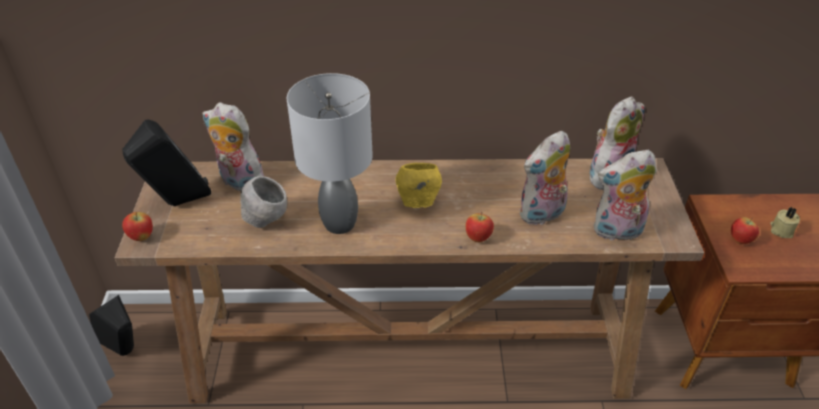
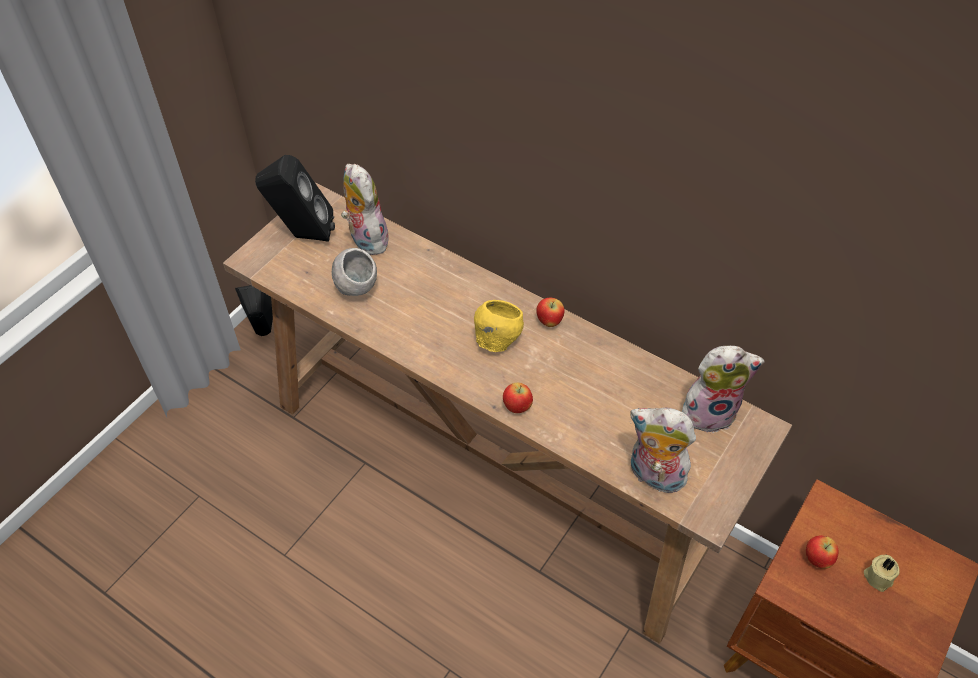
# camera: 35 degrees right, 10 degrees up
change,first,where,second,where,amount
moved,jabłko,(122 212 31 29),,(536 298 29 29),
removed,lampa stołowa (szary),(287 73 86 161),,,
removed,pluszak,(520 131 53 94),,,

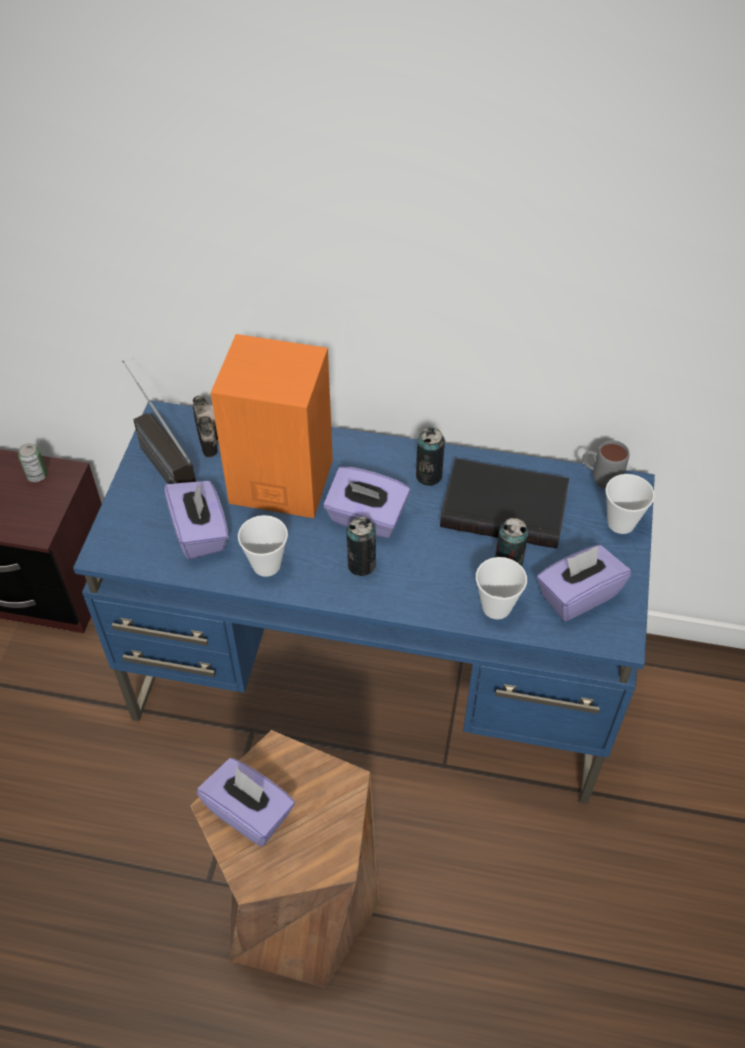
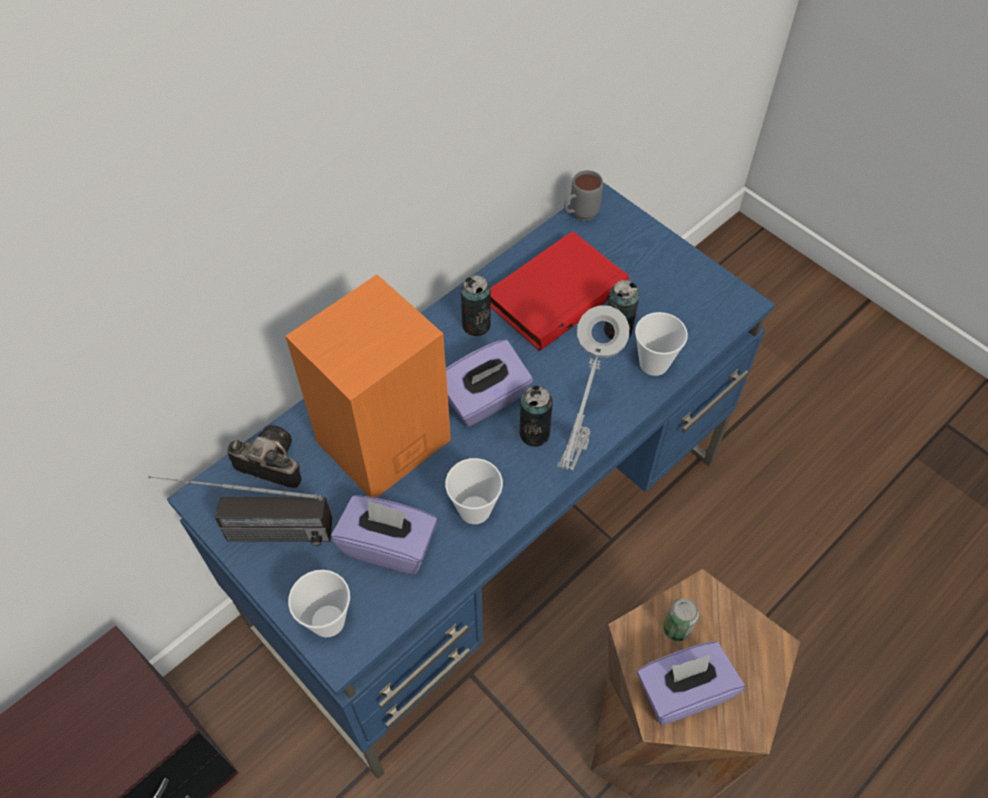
# camera: 55 degrees left, 5 degrees up
change,first,where,second,where,amount
moved,filiżanka,(606 474 49 60),,(288 570 62 67),
recoloured,książka (czarny),(440 458 129 90),książka (czerwony),(490 231 139 120),
added,,,lampa stołowa (szary),(557 305 72 165),
moved,puszka,(18 443 29 39),,(663 598 36 43),
removed,pudełko chusteczek (fioletowy),(537 545 94 76),,,

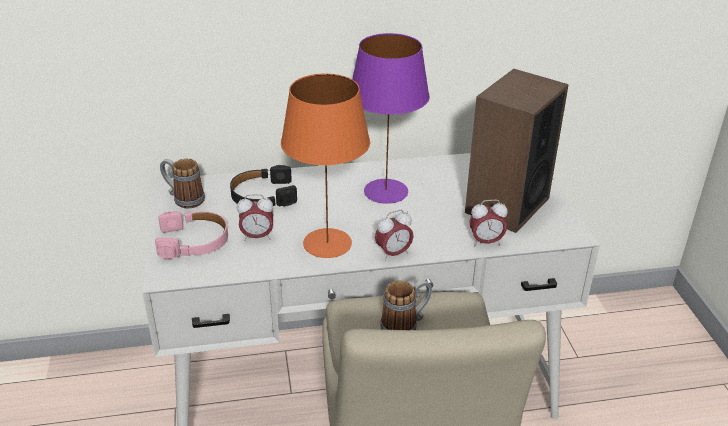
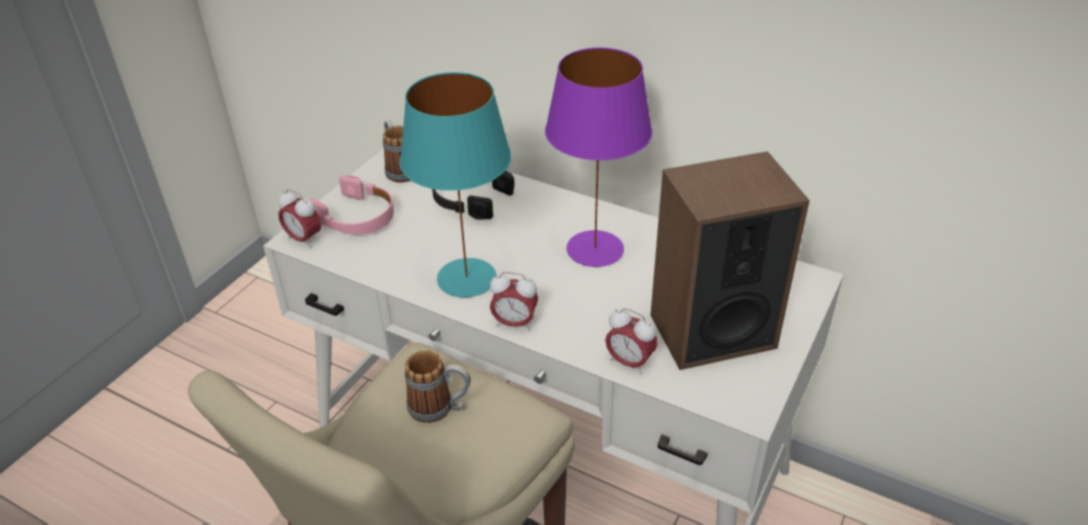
# camera: 40 degrees right, 5 degrees up
change,first,where,second,where,amount
moved,budzik,(237 194 36 47),,(278 189 43 59),
recoloured,lampa stołowa (pomarańczowy),(281 74 89 184),lampa stołowa (turkusowy),(400 72 111 225),

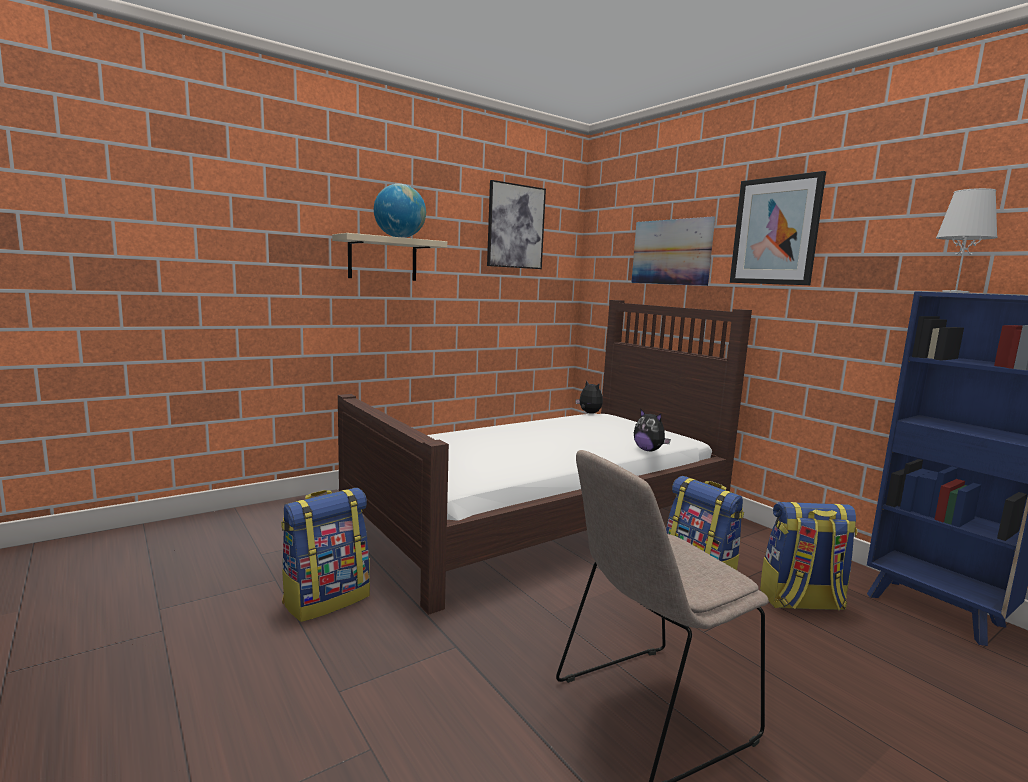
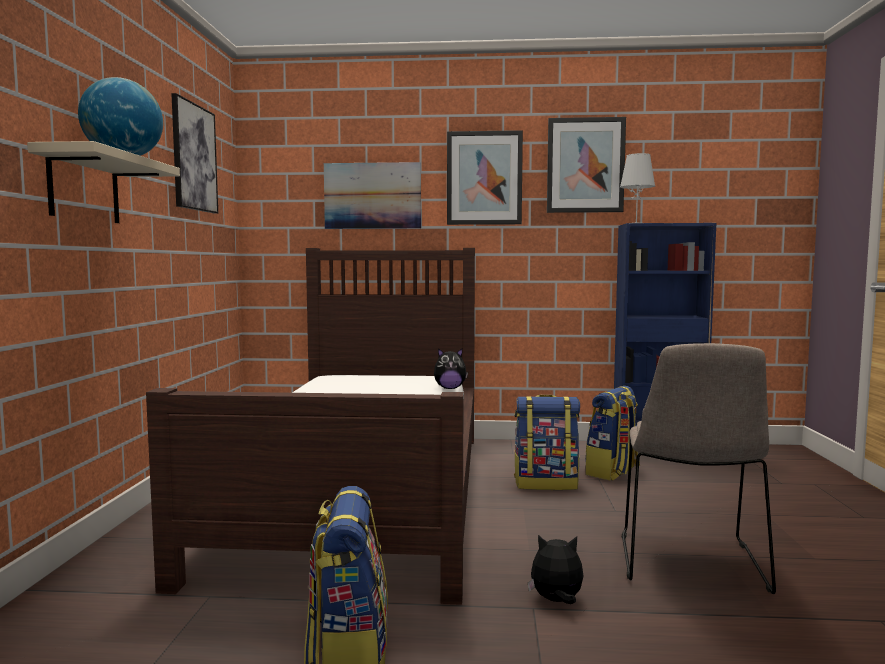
# camera: 50 degrees left, 5 degrees down
change,first,where,second,where,amount
moved,pluszak,(575 380 28 34),,(528 535 55 69),
added,,,obraz,(547 117 79 96),

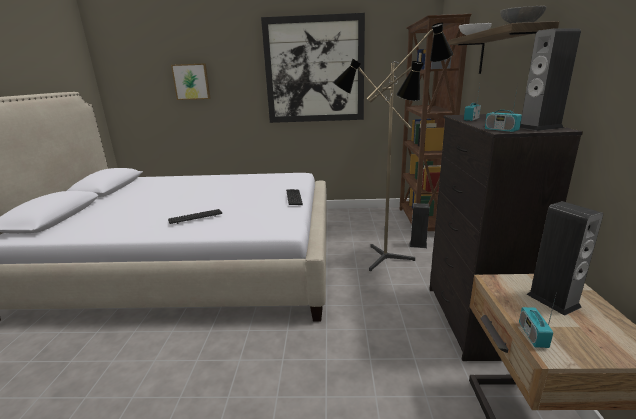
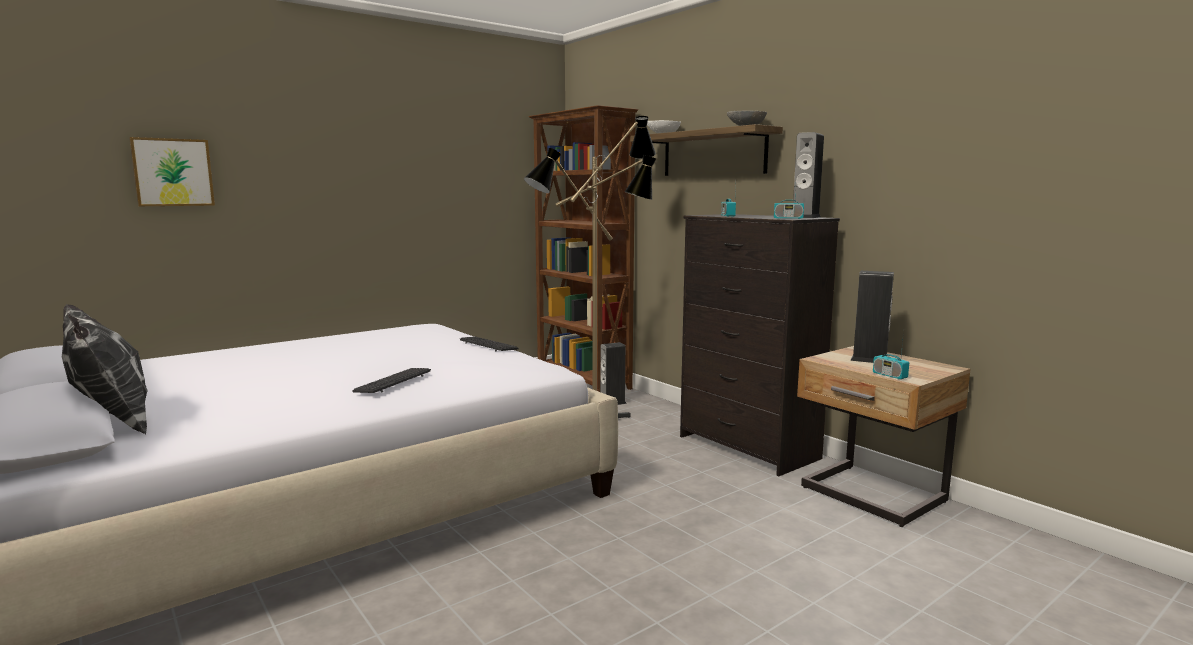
# camera: 40 degrees left, 10 degrees down
change,first,where,second,where,amount
added,,,poduszka,(62 304 86 130),
removed,obraz,(261 13 104 110),,,

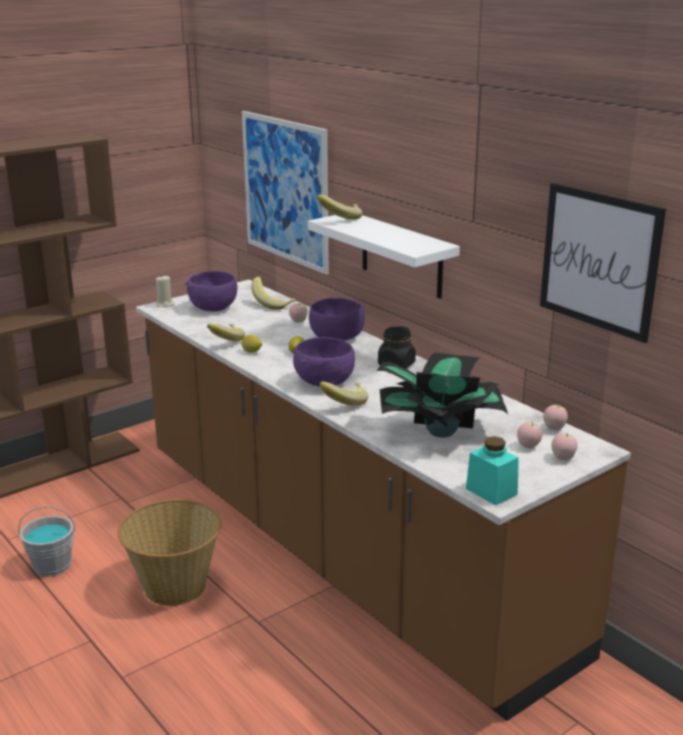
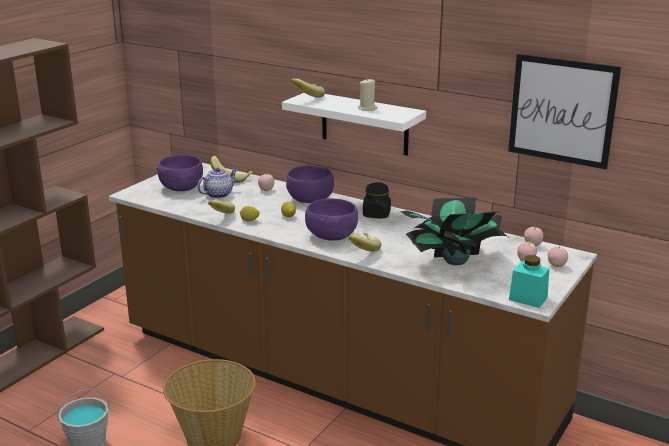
# camera: 20 degrees left, 0 degrees up
change,first,where,second,where,amount
added,,,imbryk,(197 168 40 30),
moved,świeca (beżowy),(156 276 19 31),,(358 79 20 32),
removed,obraz,(242 111 87 164),,,

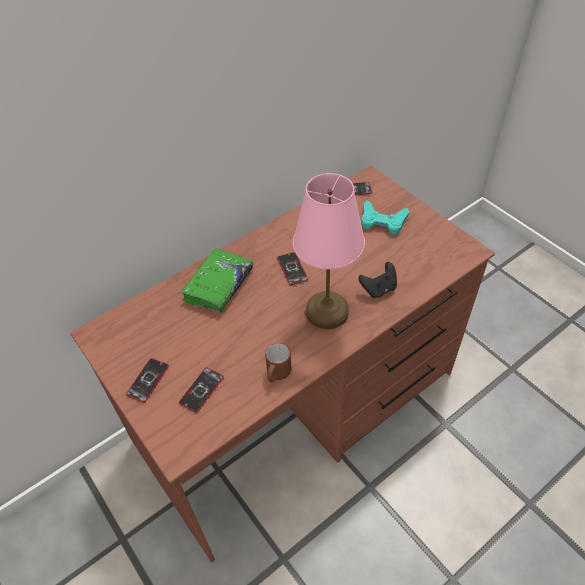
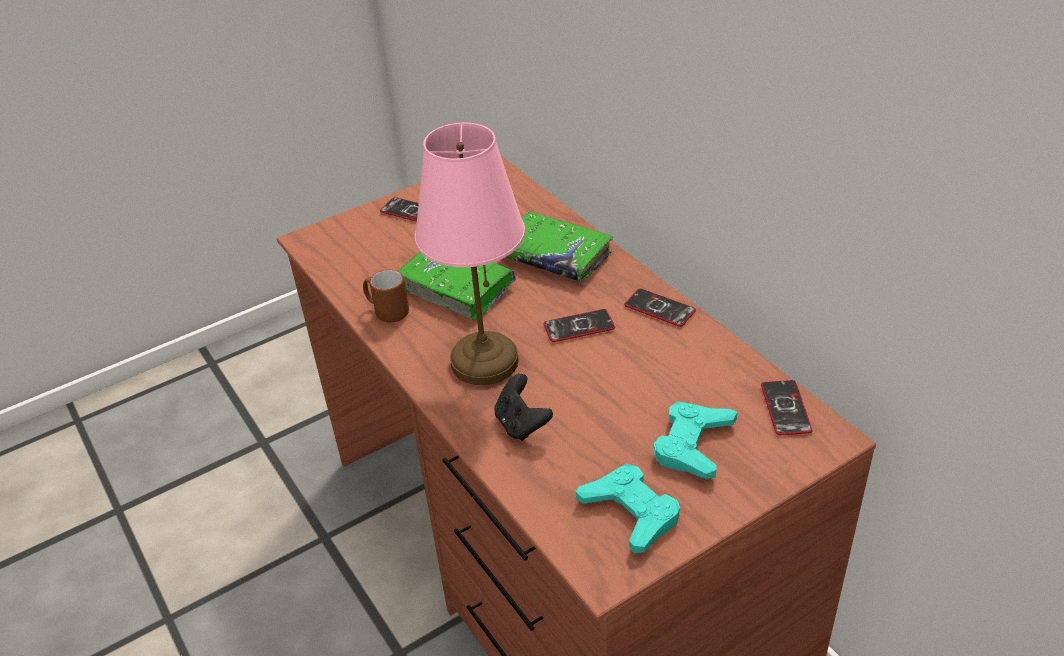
# camera: 95 degrees right, 10 degrees down
change,first,where,second,where,amount
added,,,książka (zielony),(398 253 118 67),
added,,,pad do gier (turkusowy),(575 464 105 89),
moved,telefon,(179 368 45 45),,(624 289 72 38),

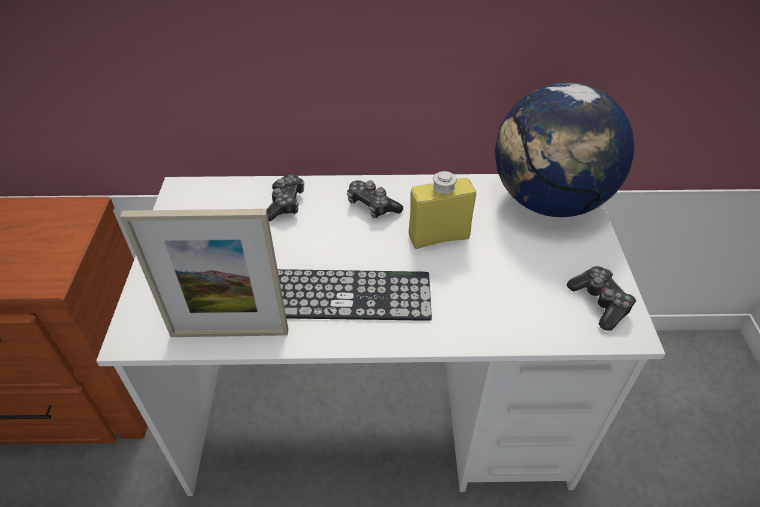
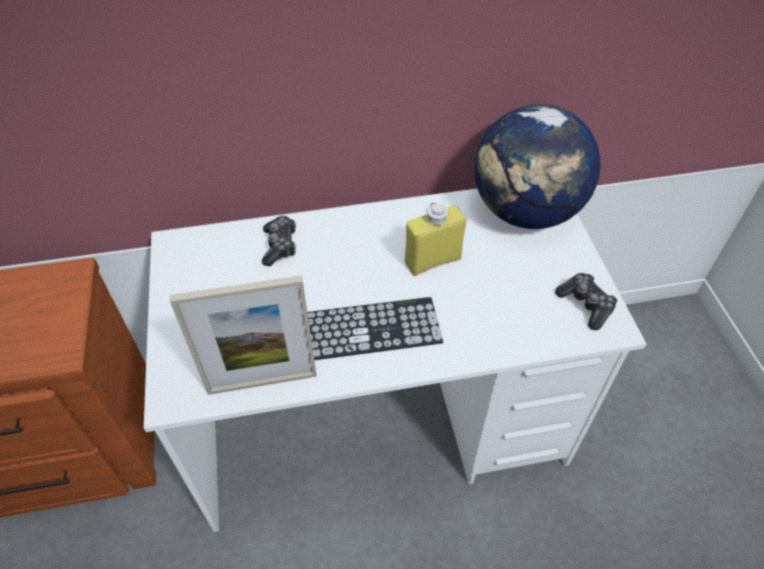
# camera: 10 degrees left, 5 degrees up
change,first,where,second,where,amount
removed,pad do gier,(347 180 56 38),,,

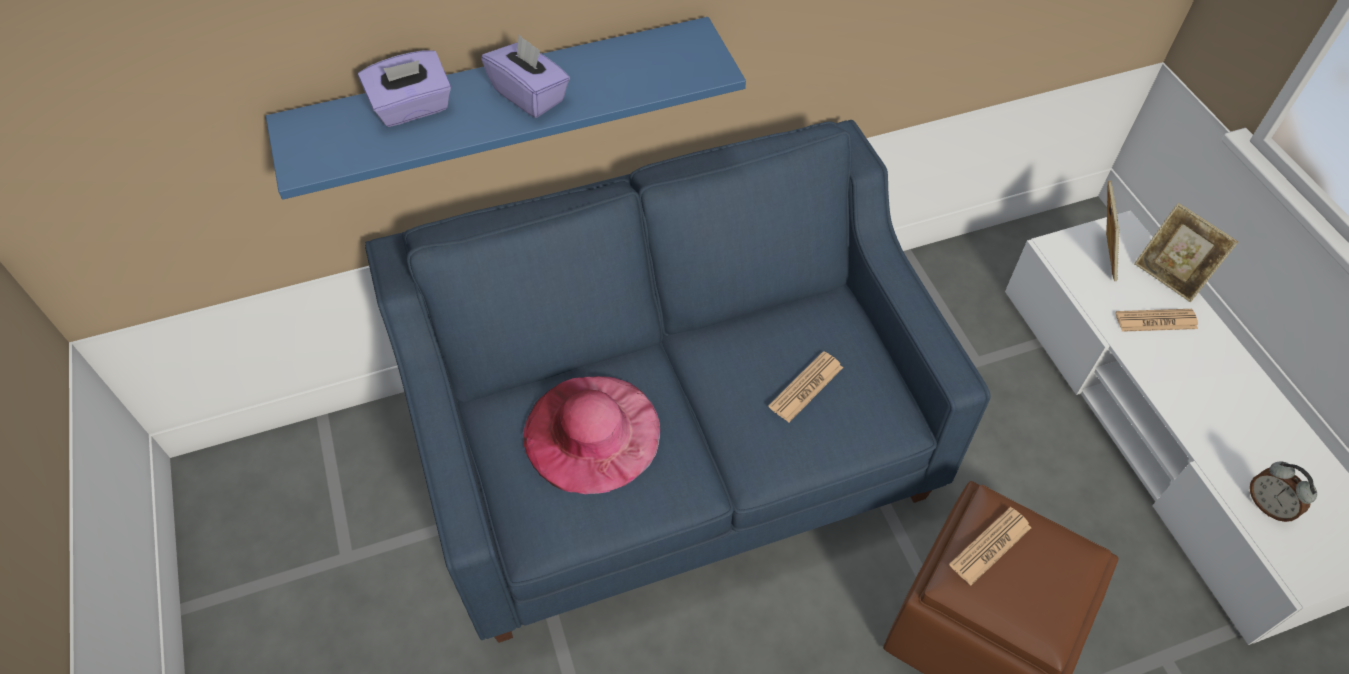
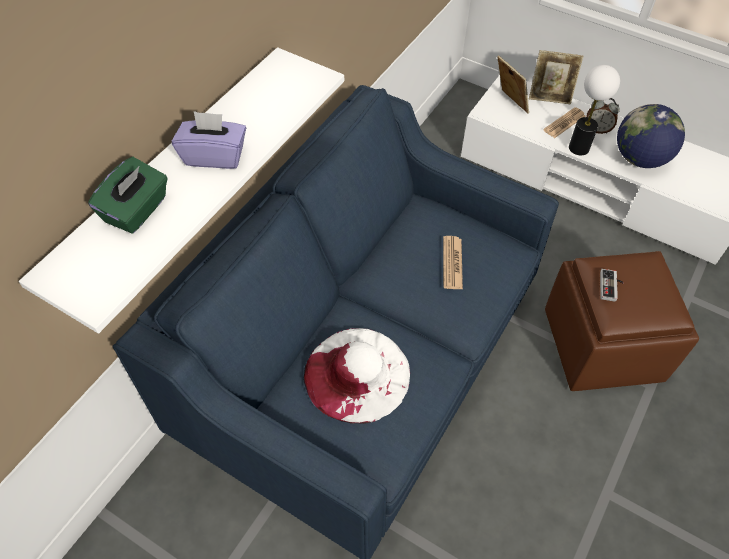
# camera: 40 degrees left, 0 degrees up
change,first,where,second,where,amount
recoloured,półka (niebieski),(266 17 480 183),półka (biały),(19 47 325 287),
recoloured,pudełko chusteczek (fioletowy),(358 51 93 76),pudełko chusteczek (zielony),(88 157 80 77),
recoloured,kapelusz (różowy),(523 376 137 118),kapelusz (biały),(304 328 106 96),
added,,,lampa stołowa,(569 65 51 90),
moved,budzik,(1250 462 67 60),,(586 98 34 36),
replaced,gazeta,(949 507 82 79),pad do gier,(600 269 24 33),
added,,,globus,(617 104 68 64),

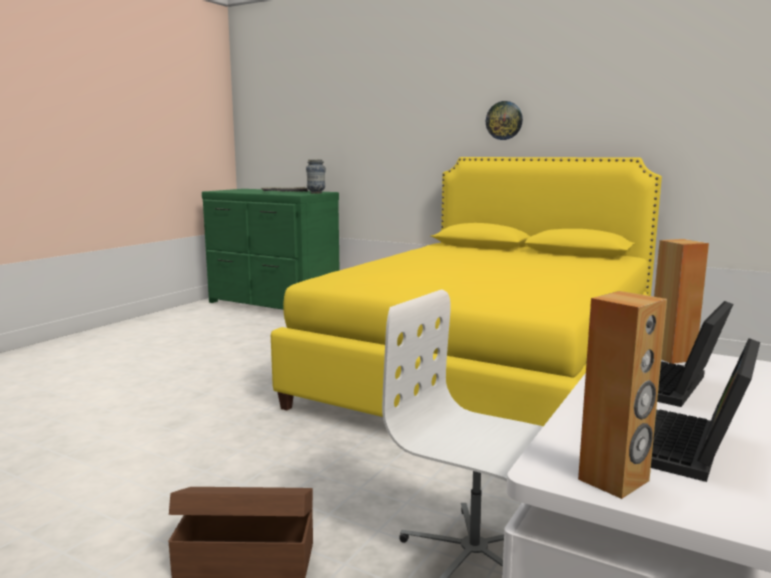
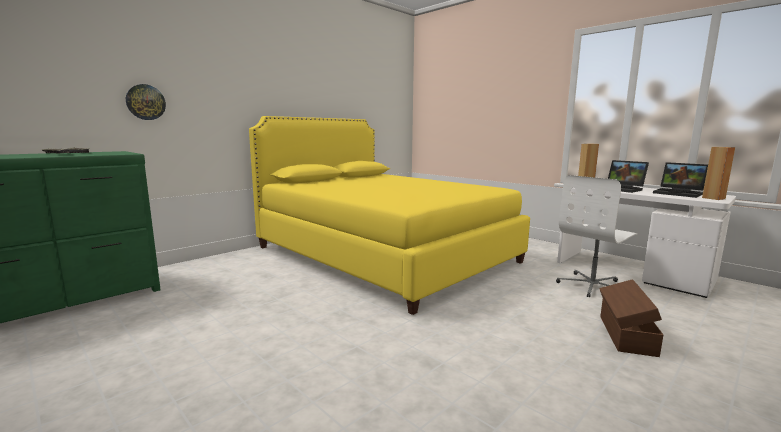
# camera: 75 degrees left, 0 degrees up
change,first,where,second,where,amount
moved,zegar ścienny,(486 101 37 39),,(126 84 40 36),
removed,wazon,(306 159 20 35),,,

